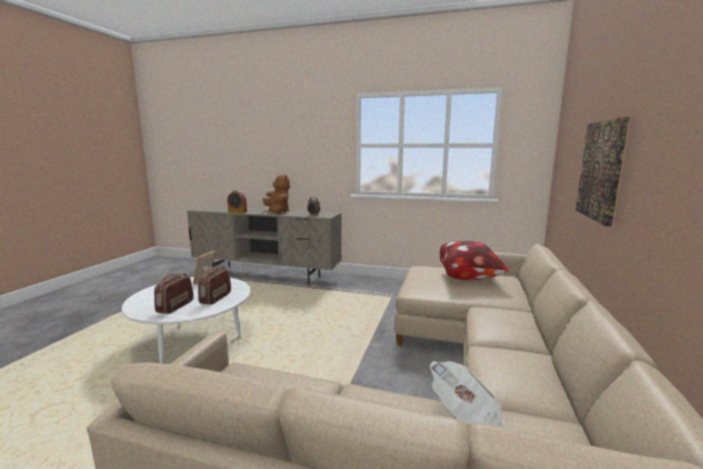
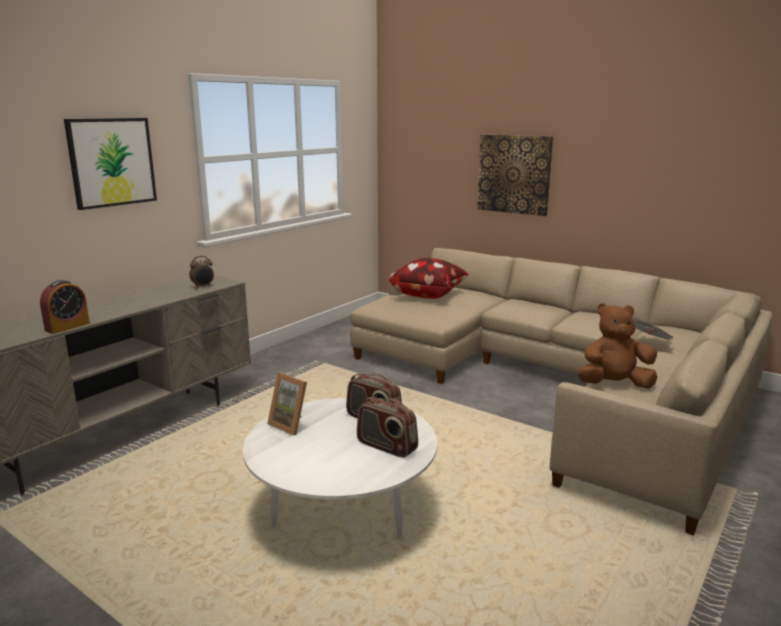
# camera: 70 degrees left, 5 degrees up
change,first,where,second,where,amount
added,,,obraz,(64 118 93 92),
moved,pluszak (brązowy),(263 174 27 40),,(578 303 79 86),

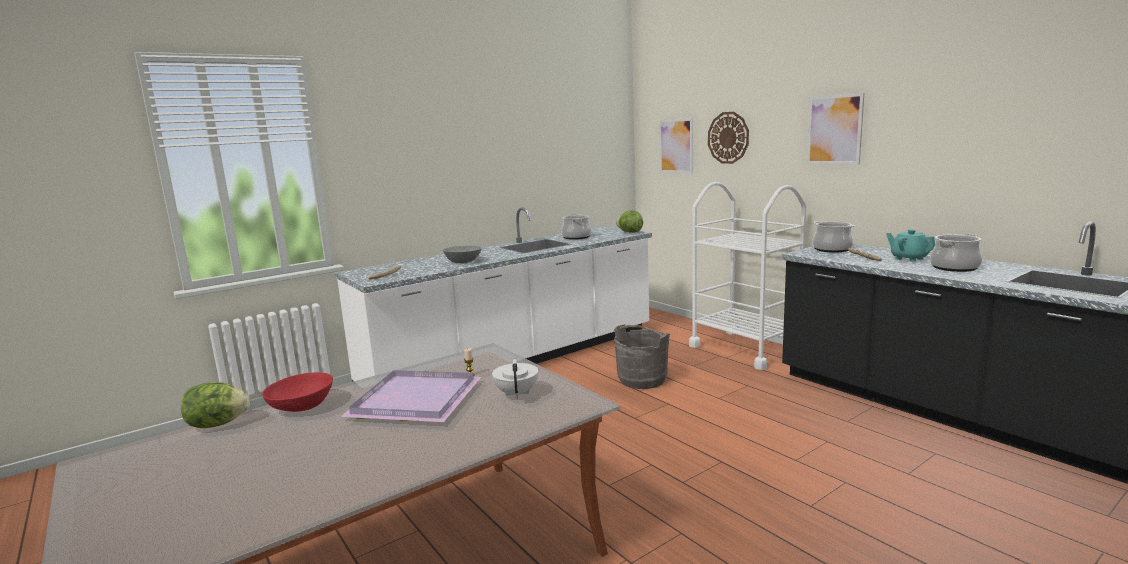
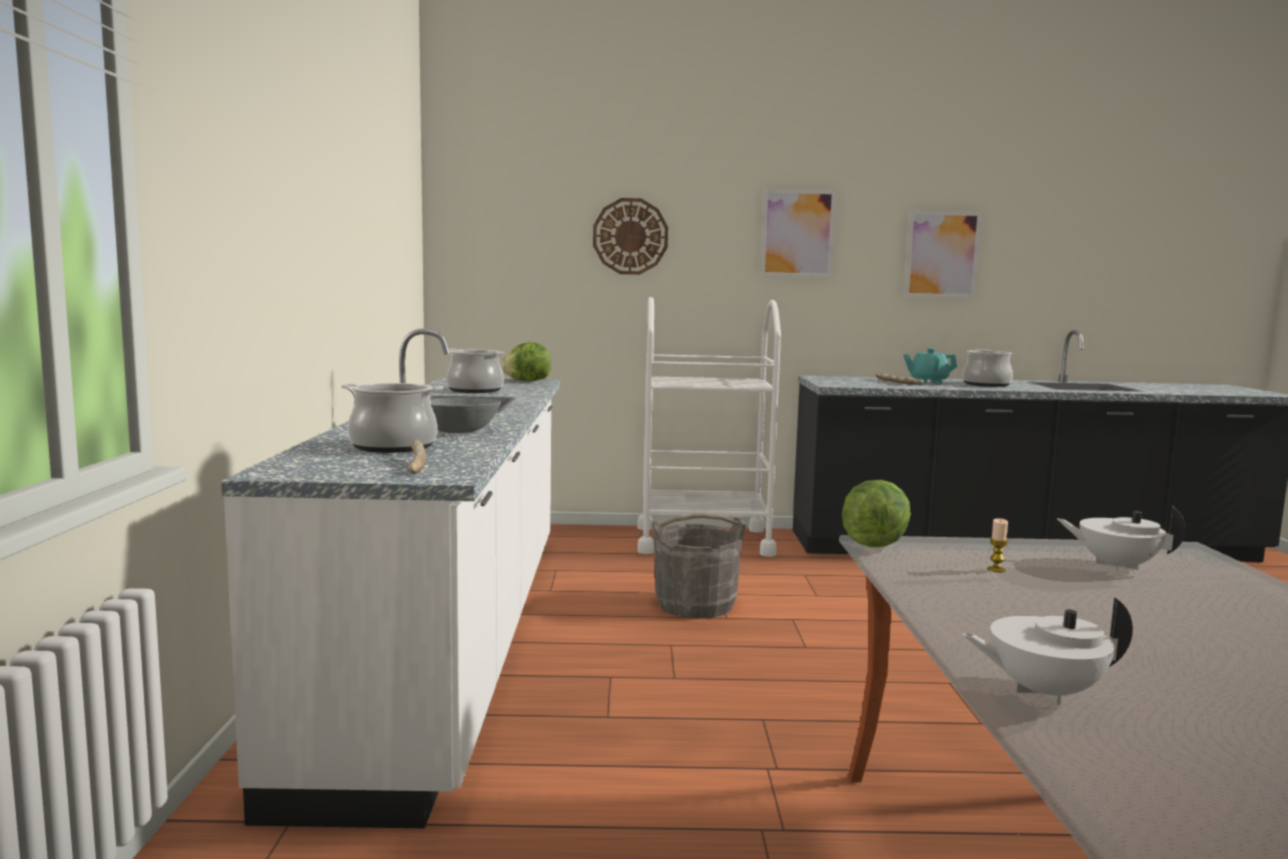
# camera: 55 degrees left, 5 degrees down
change,first,where,second,where,amount
moved,garnek,(813 221 42 32),,(341 383 102 70),
moved,sałata,(181 382 69 46),,(842 480 69 67),
moved,obraz,(659 118 34 55),,(904 210 78 88),
replaced,miska (czerwony),(262 372 71 40),imbryk (biały),(962 597 171 108),
removed,taca (fioletowy),(341 370 140 52),,,

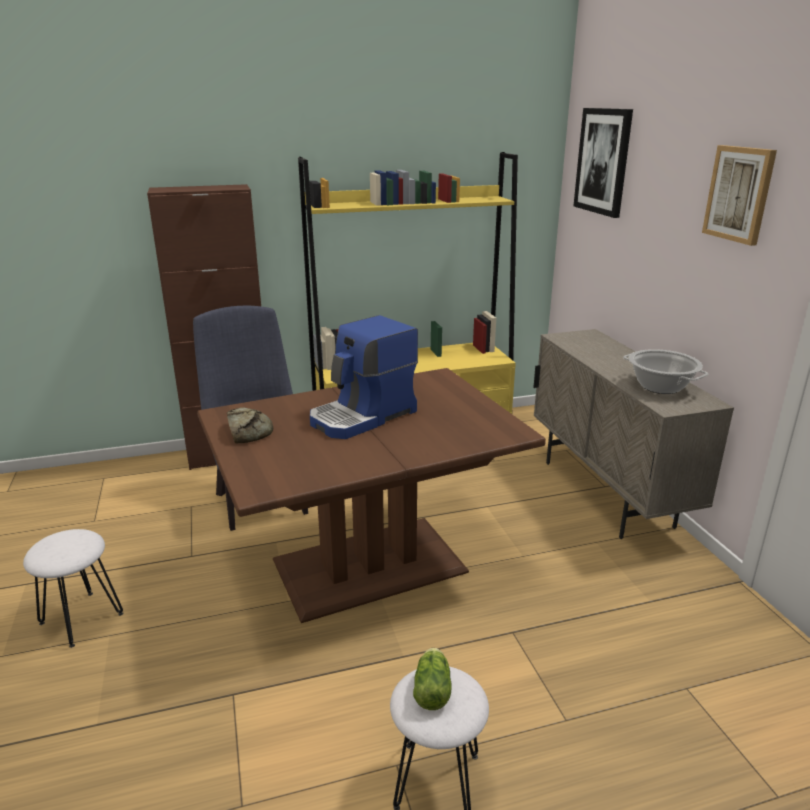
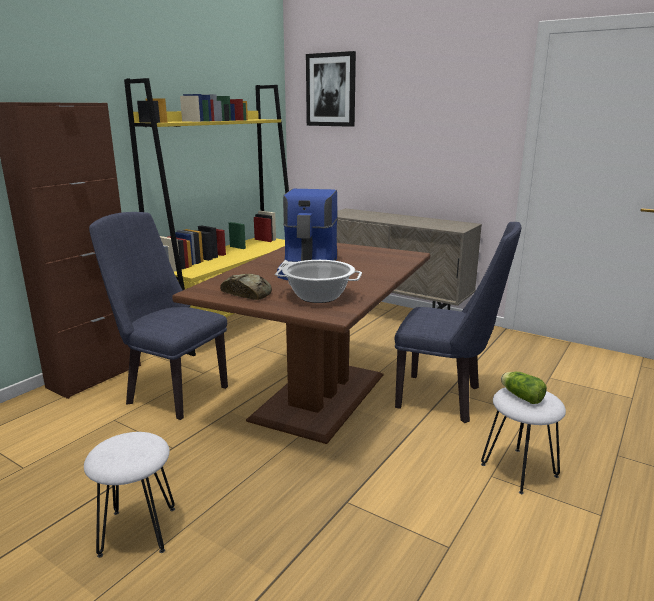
# camera: 40 degrees left, 5 degrees down
change,first,where,second,where,amount
moved,garnek,(623 349 85 45),,(275 260 87 43),
added,,,krzesło (niebieski),(395 222 126 201),
removed,obraz,(702 145 75 101),,,

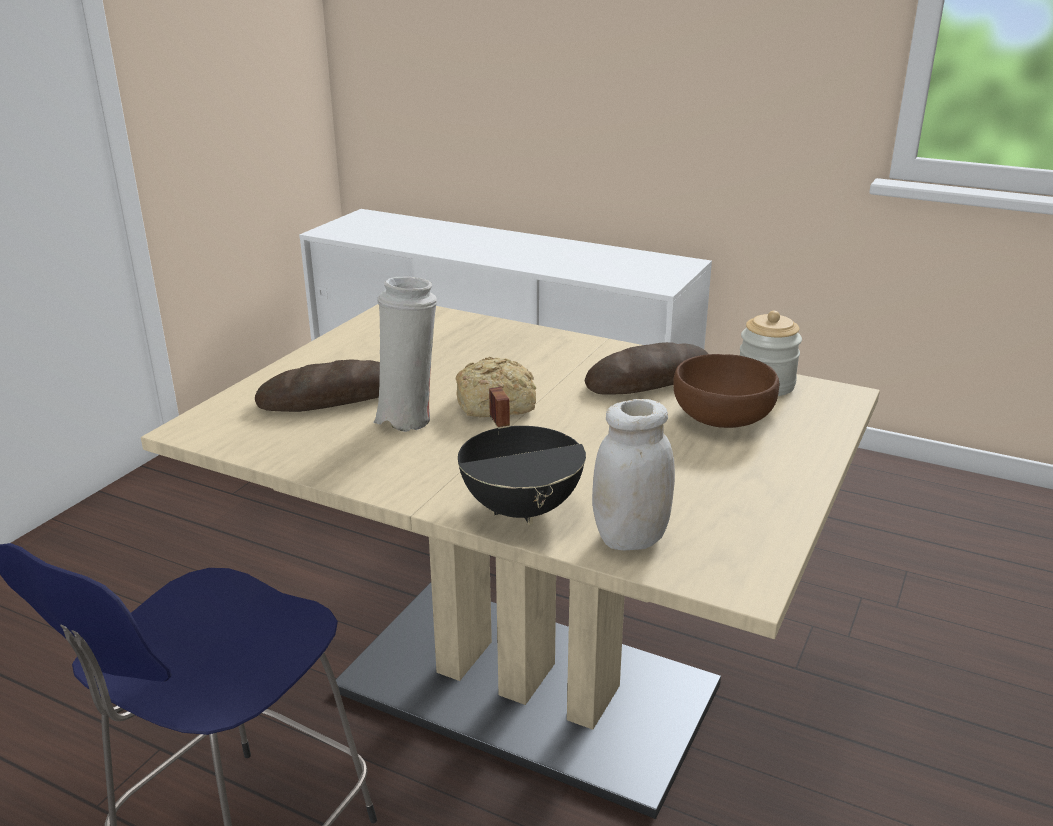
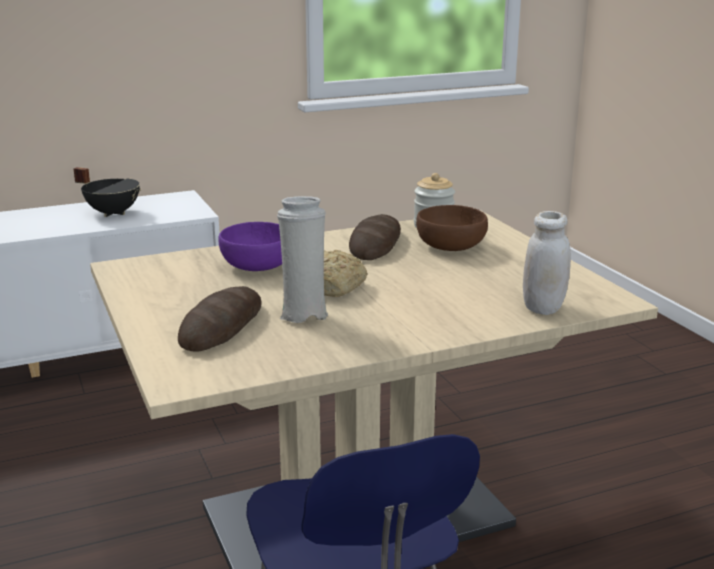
# camera: 50 degrees left, 5 degrees down
change,first,where,second,where,amount
moved,garnek (czarny),(458 387 128 138),,(74 167 67 50),
added,,,miska (fioletowy),(218 222 64 49),

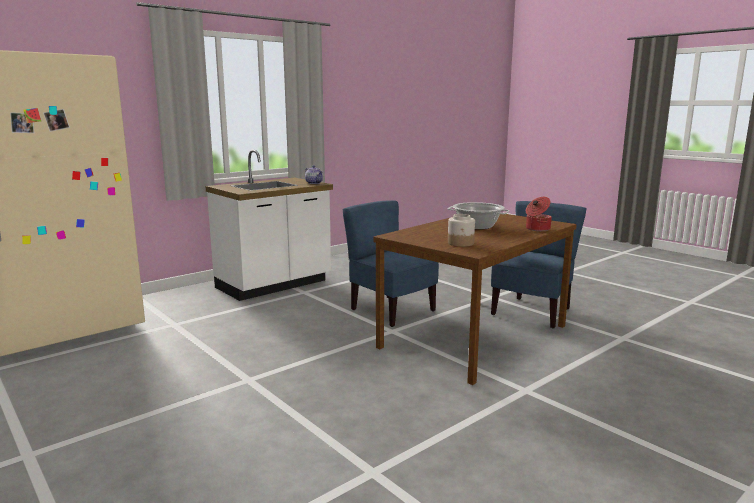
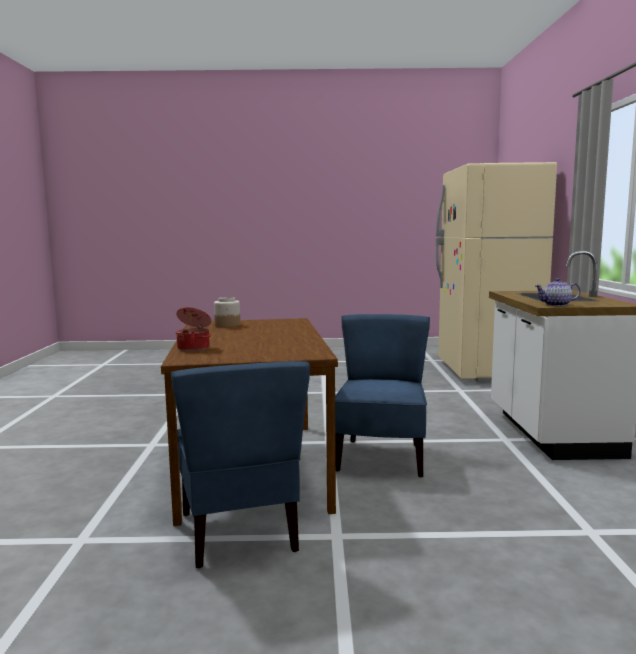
# camera: 130 degrees right, 5 degrees down
change,first,where,second,where,amount
turned,krzesło (niebieski),(343 200 96 127),,(335 314 95 163),75 degrees counterclockwise
removed,garnek,(448 202 62 28),,,

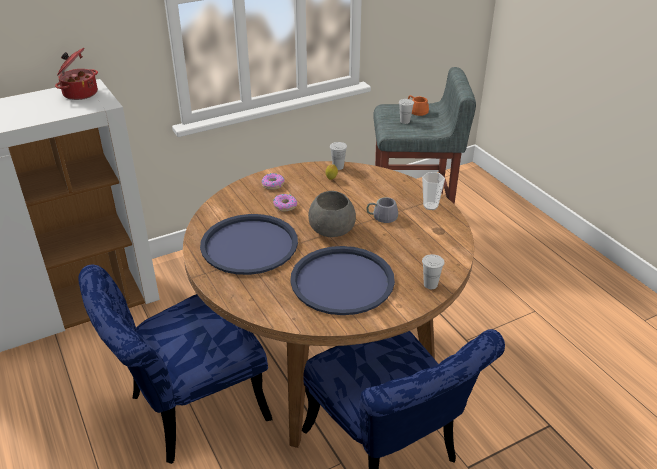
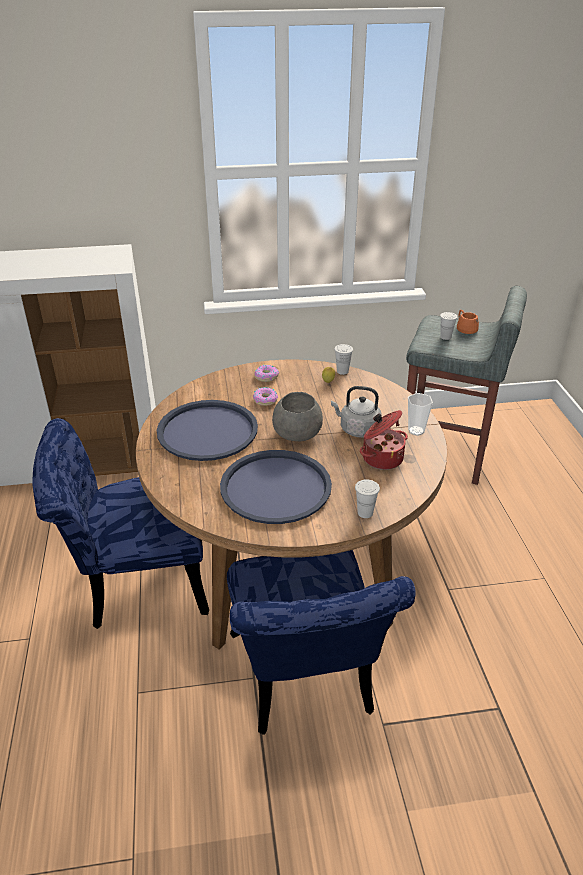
# camera: 20 degrees right, 0 degrees up
change,first,where,second,where,amount
replaced,kubek (szary),(366 197 32 26),czajnik (szary),(331 386 51 52),
moved,garnek,(55 48 43 52),,(360 410 48 60),

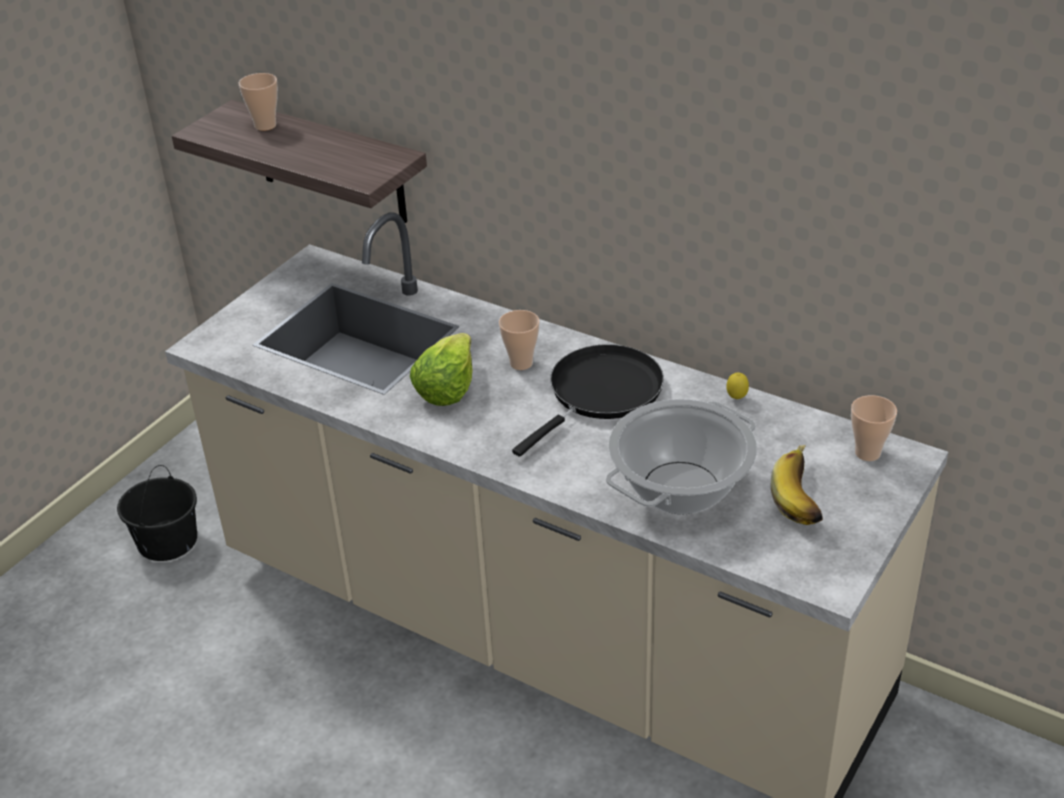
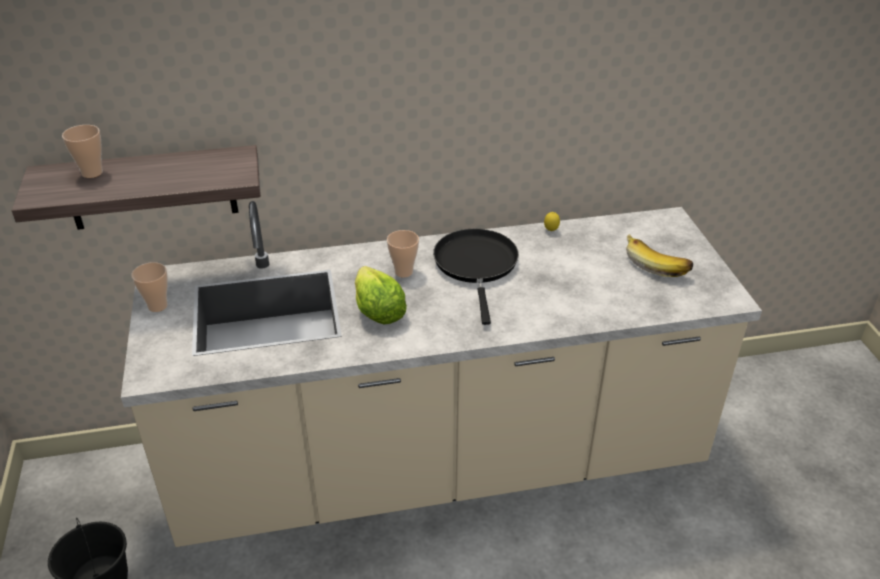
# camera: 45 degrees left, 0 degrees up
change,first,where,second,where,amount
moved,filiżanka,(851 395 46 66),,(131 262 37 50),
removed,garnek,(606 399 151 115),,,

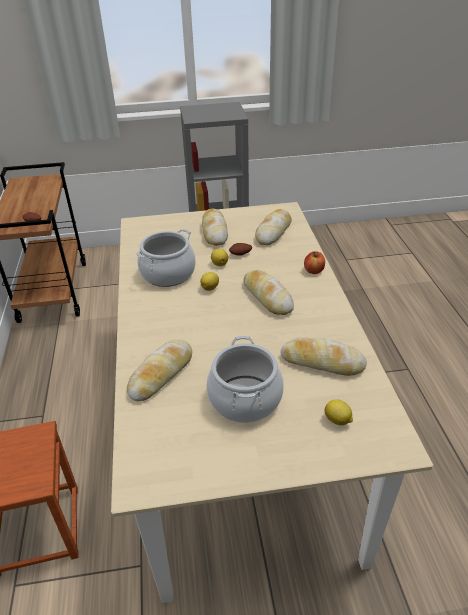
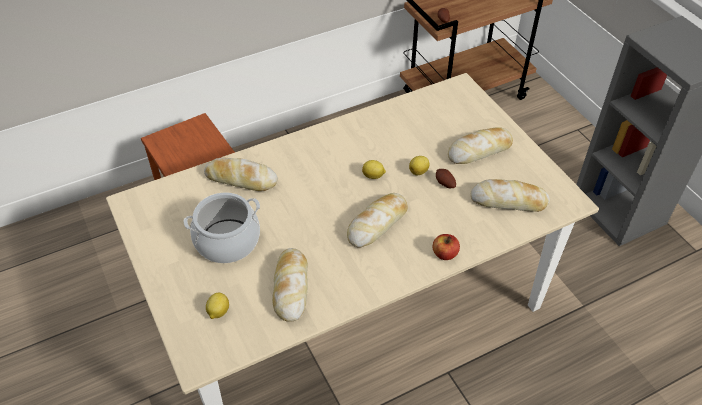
# camera: 70 degrees right, 10 degrees up
change,first,where,second,where,amount
removed,garnek,(136 229 60 58),,,

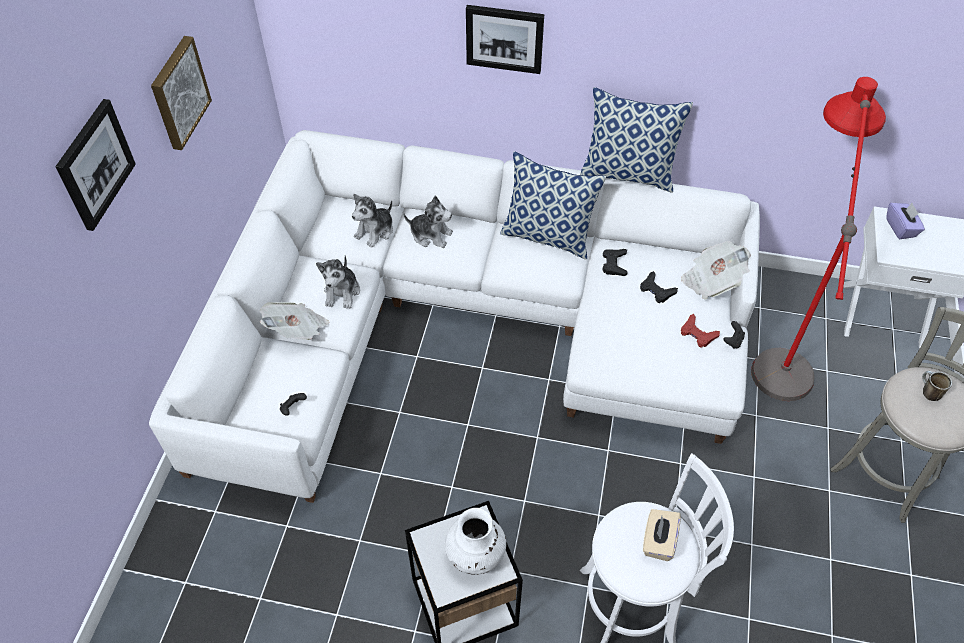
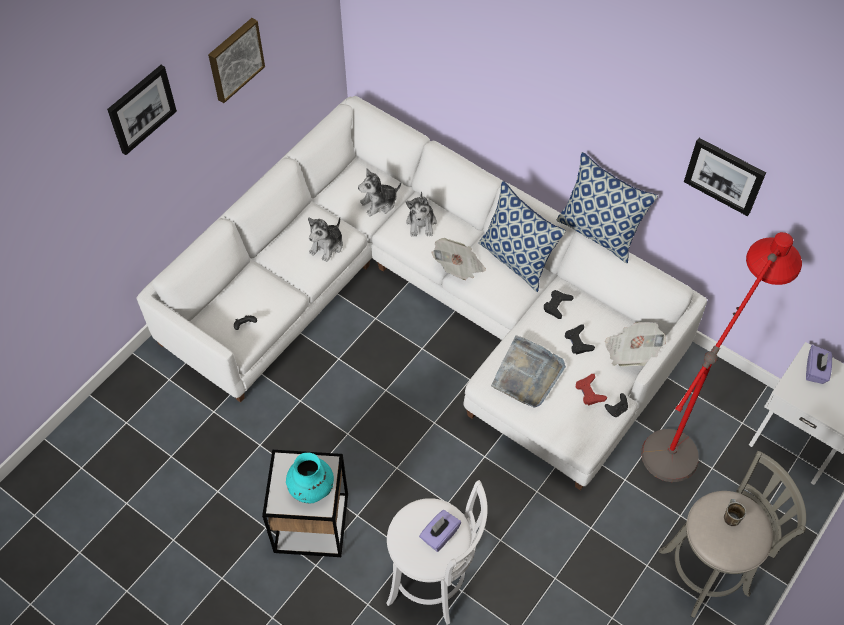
# camera: 25 degrees right, 5 degrees up
change,first,where,second,where,amount
recoloured,wazon (biały),(445 508 61 67),wazon (turkusowy),(286 453 48 50),
turned,pluszak,(403 196 50 52),,(406 191 31 45),45 degrees clockwise
recoloured,pudełko chusteczek (beżowy),(643 509 38 52),pudełko chusteczek (fioletowy),(419 510 42 42),
moved,gazeta,(260 302 70 38),,(431 238 55 42),
added,,,taca (szary),(491 335 75 73),
moved,obraz,(466 5 78 69),,(684 138 82 78),

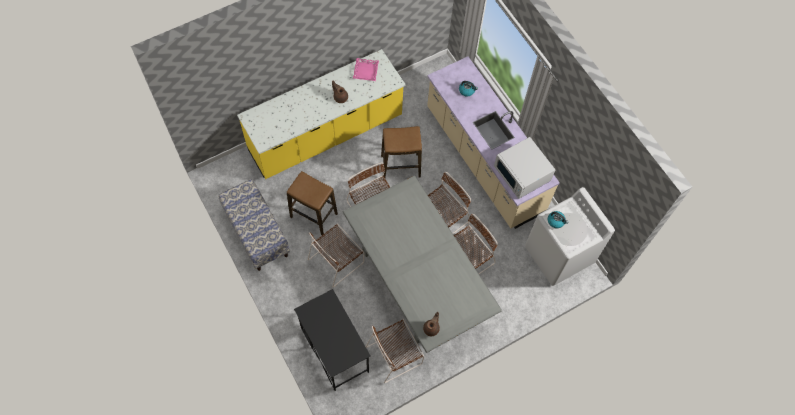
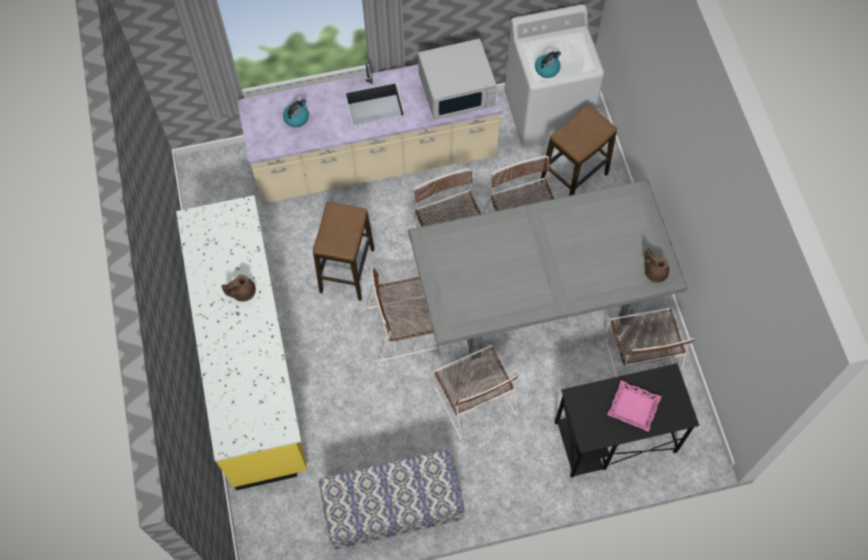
# camera: 70 degrees left, 0 degrees up
change,first,where,second,where,amount
moved,stołek,(287 171 51 64),,(540 105 77 91),
moved,taca (różowy),(353 58 26 23),,(607 380 55 52),

